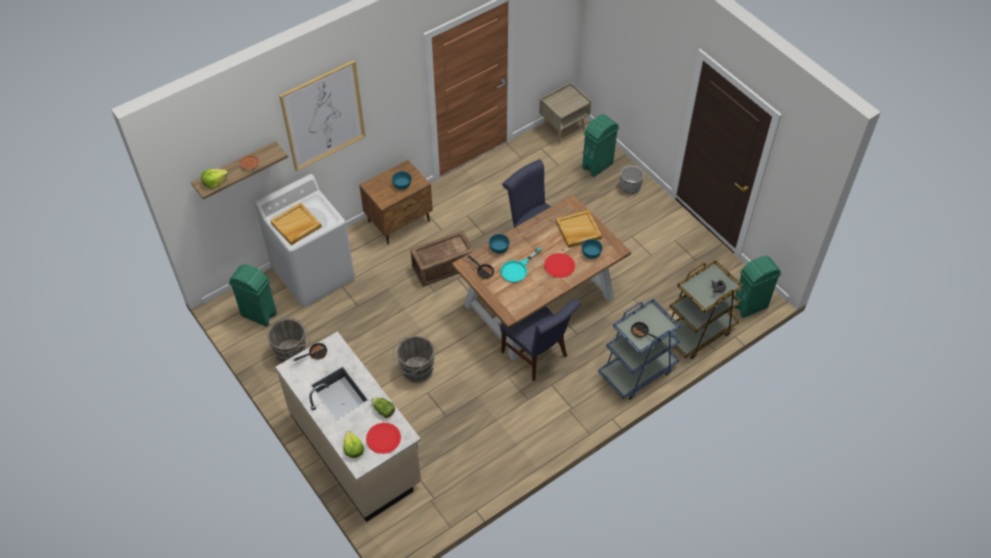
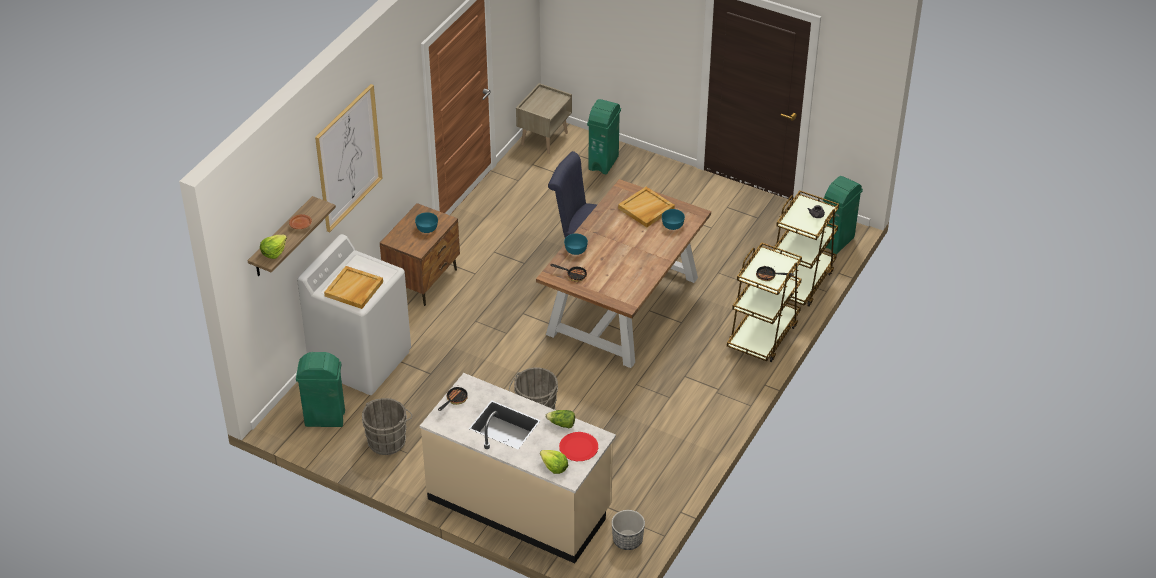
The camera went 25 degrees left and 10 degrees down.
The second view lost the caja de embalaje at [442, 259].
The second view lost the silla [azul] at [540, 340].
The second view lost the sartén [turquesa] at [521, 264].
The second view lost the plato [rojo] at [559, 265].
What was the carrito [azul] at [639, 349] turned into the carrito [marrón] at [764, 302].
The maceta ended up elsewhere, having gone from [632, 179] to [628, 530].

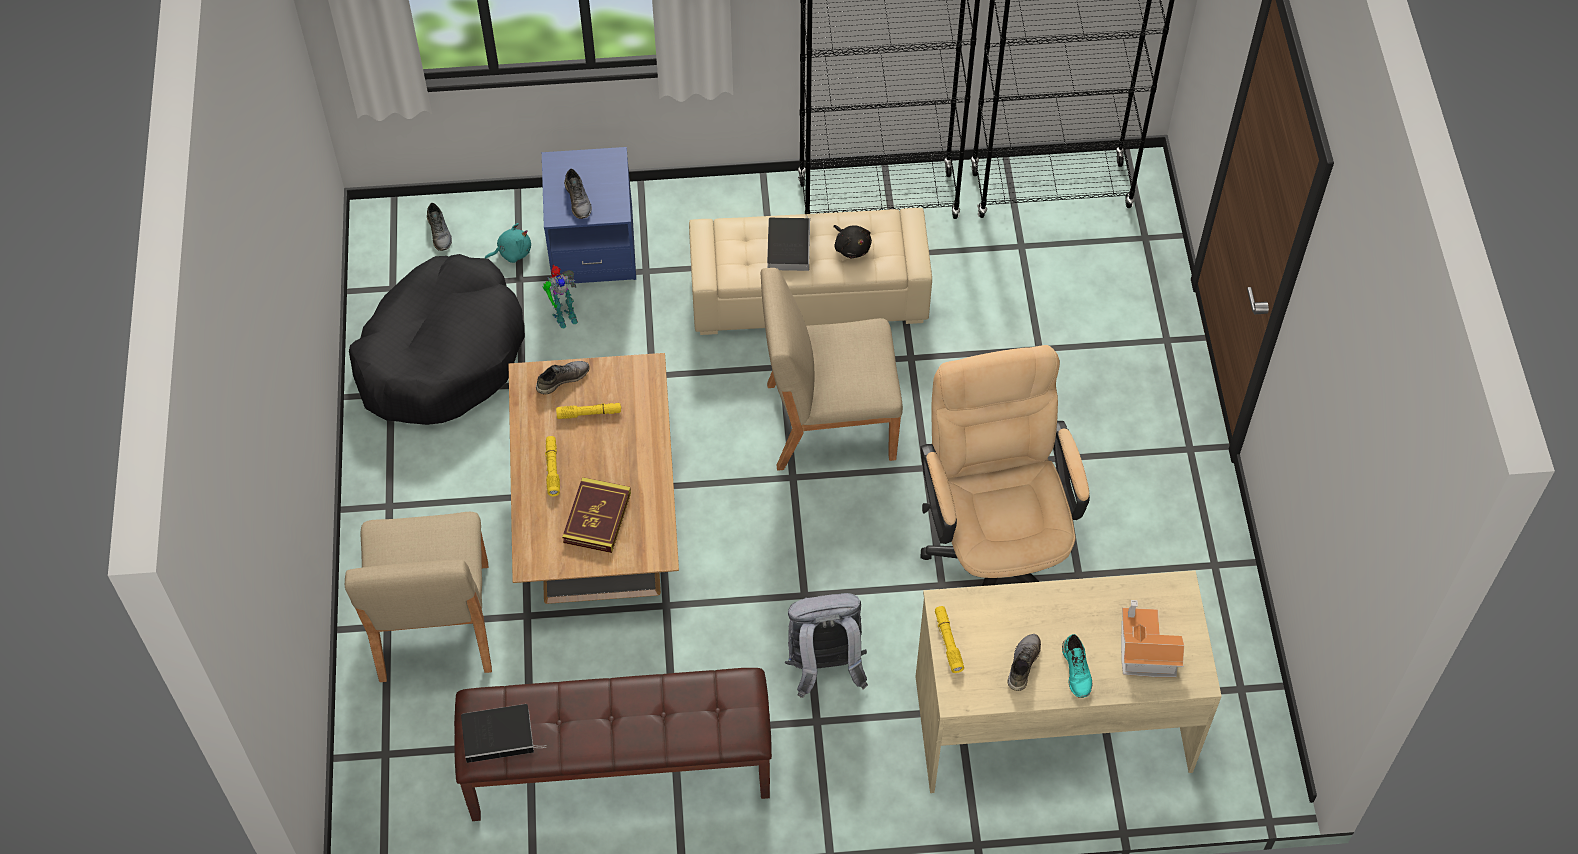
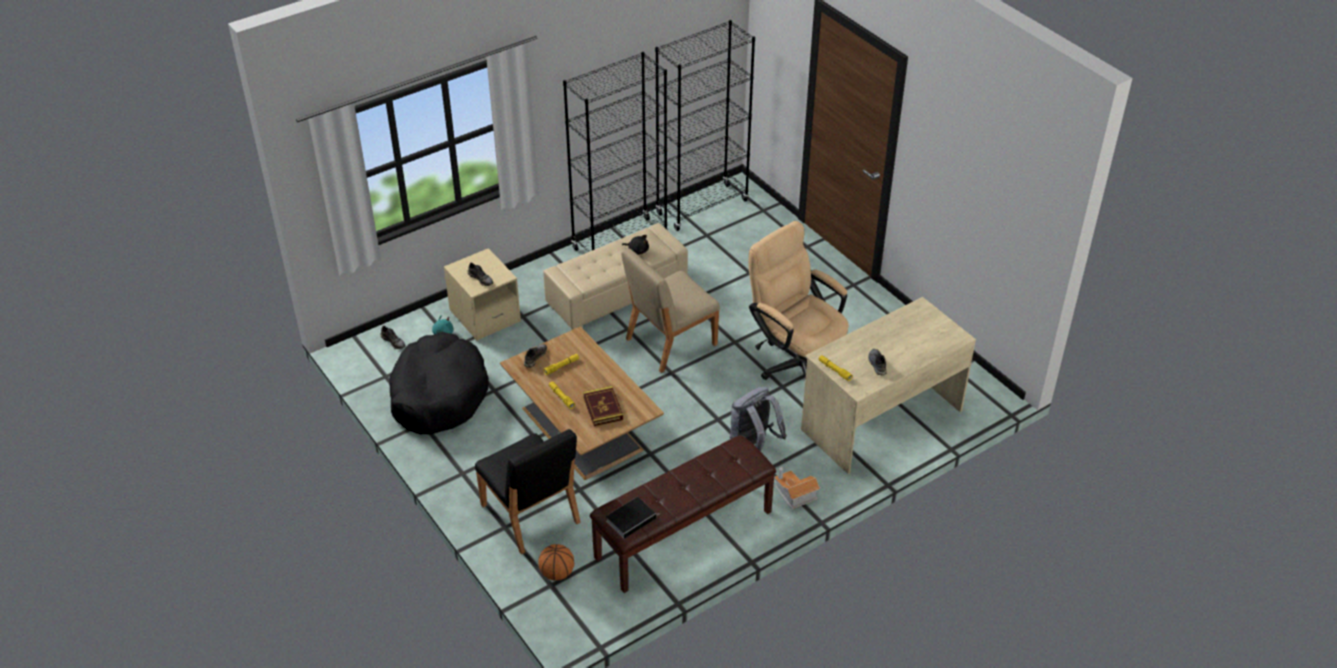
The camera went 30 degrees left and 15 degrees down.
What was the silla [beis] at [418, 597] turned into the silla [negro] at [528, 491].
What was the mesita de noche [azul] at [589, 215] turned into the mesita de noche [beis] at [482, 294].
The second view lost the robot de juguete at [560, 296].
The second view lost the libro at [788, 243].
The second view lost the zapato [turquesa] at [1077, 666].
The casita ended up elsewhere, having gone from [1152, 638] to [797, 488].
The second view gained the balón de baloncesto at [556, 562].

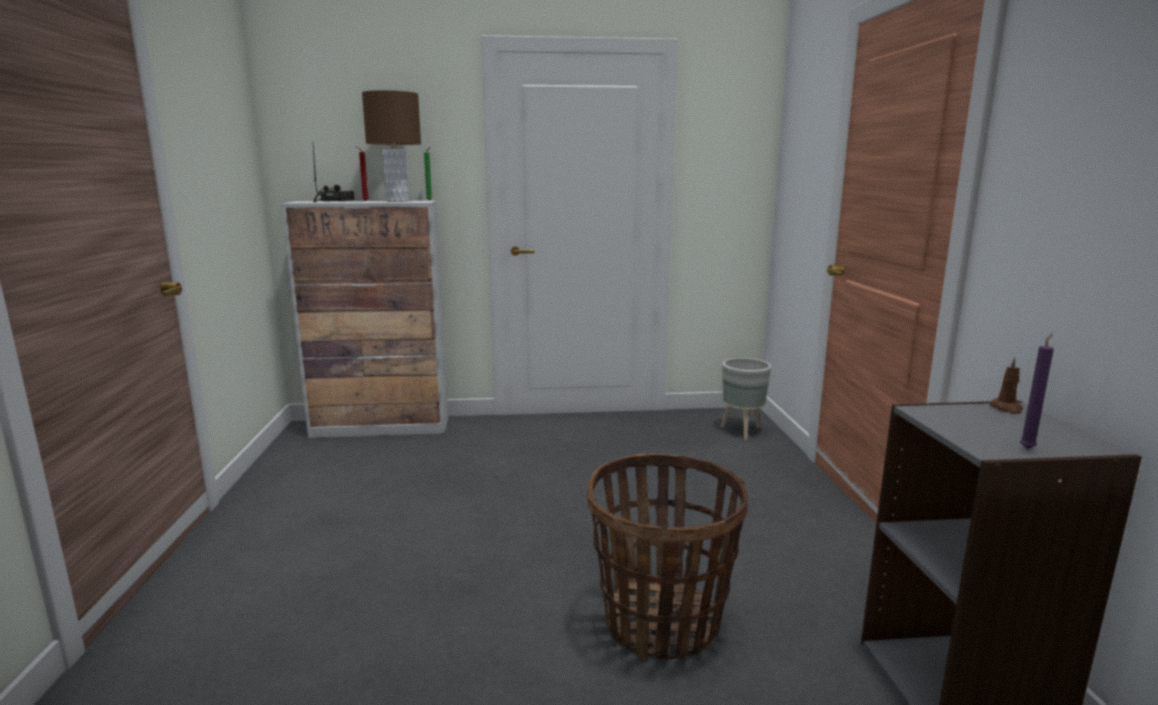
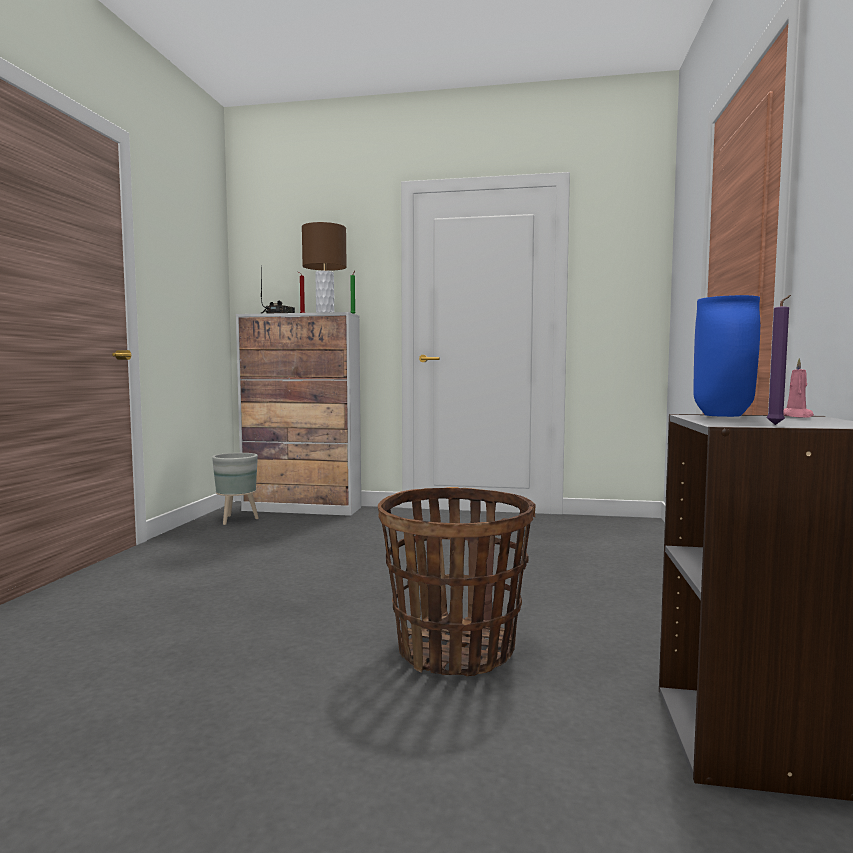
The camera went 15 degrees right and 10 degrees down.
The maceta [gris] ended up elsewhere, having gone from [746, 399] to [235, 489].
What was the vela [marrón] at [1006, 385] turned into the vela [rosa] at [798, 388].
The second view gained the florero [azul] at [726, 356].

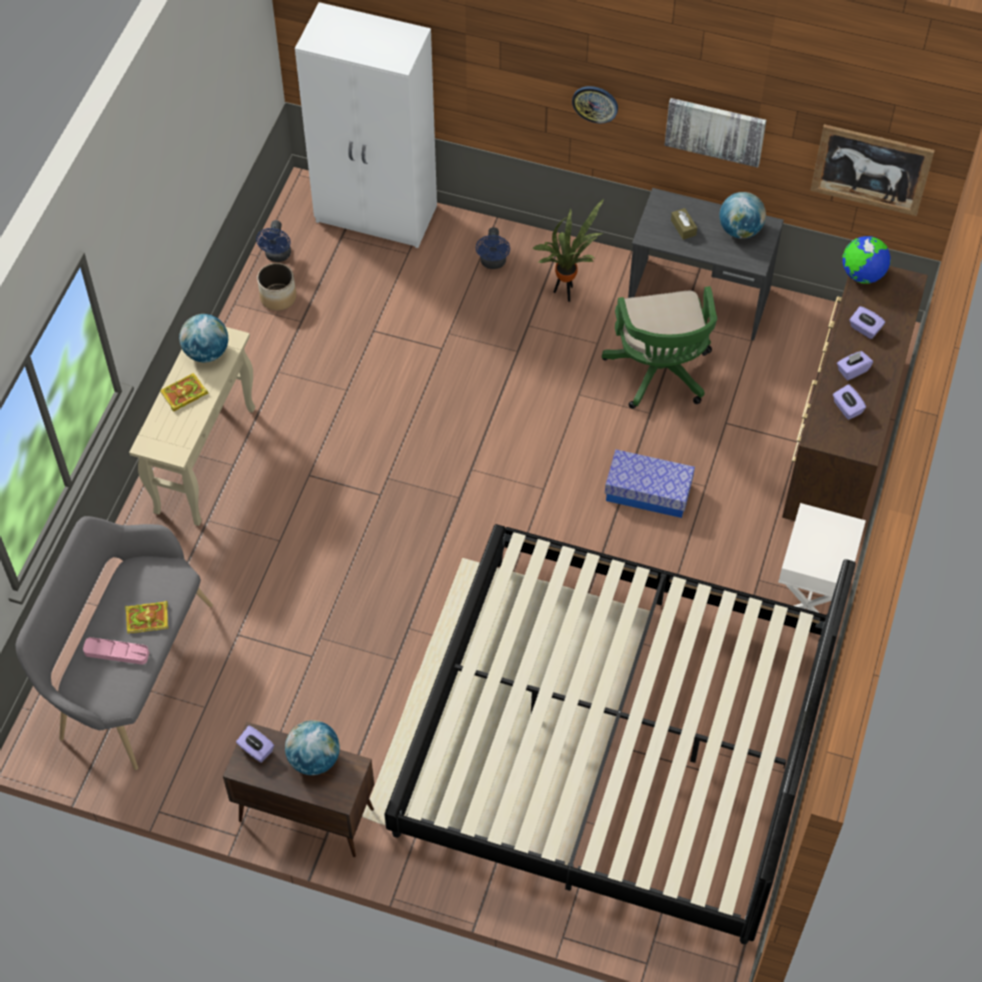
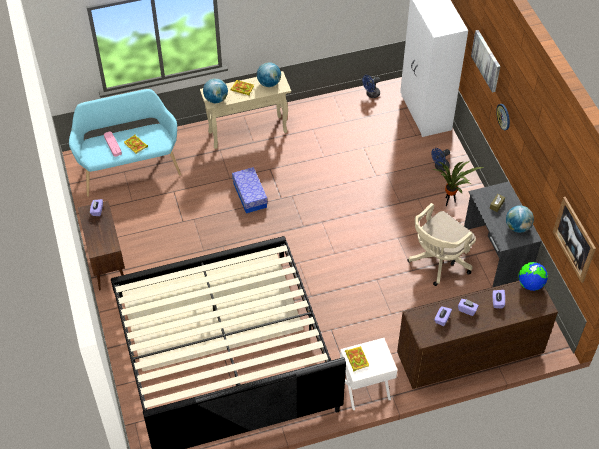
The camera went 55 degrees right and 5 degrees down.
What was the banco [gris] at [114, 643] turned into the banco [turquesa] at [125, 143].
The second view lost the maceta at [276, 287].
The globo terráqueo ended up elsewhere, having gone from [312, 747] to [215, 90].
What was the silla de oficina [verde] at [659, 347] turned into the silla de oficina [beis] at [441, 244].
The caja de almacenaje ended up elsewhere, having gone from [650, 484] to [250, 190].
The cuadro ended up elsewhere, having gone from [716, 133] to [485, 61].
The second view gained the libro at [357, 358].

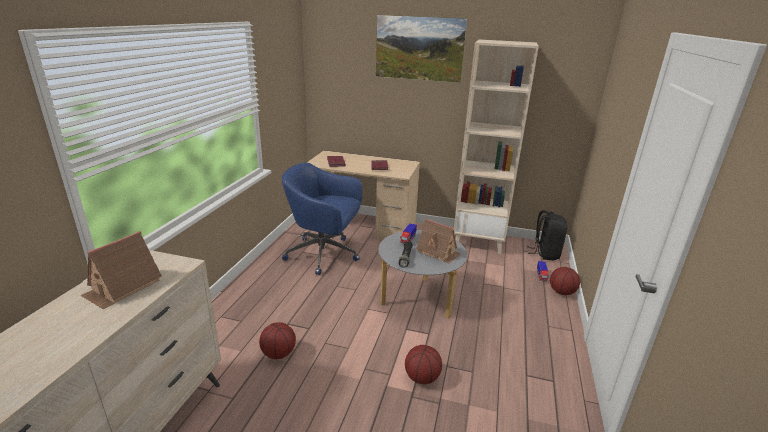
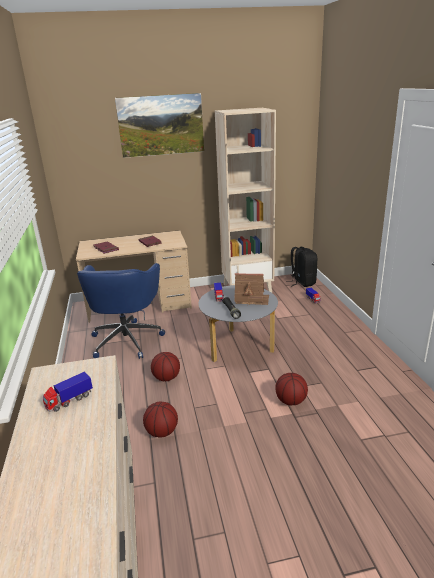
The camera went 25 degrees left and 0 degrees up.
Where the casita stood at [121, 270], the camión de juguete came to stand at [68, 392].
The silla de oficina [azul] at [322, 219] ended up facing another way, 75 degrees counterclockwise from before.
The balón de baloncesto ended up elsewhere, having gone from [565, 281] to [165, 366].

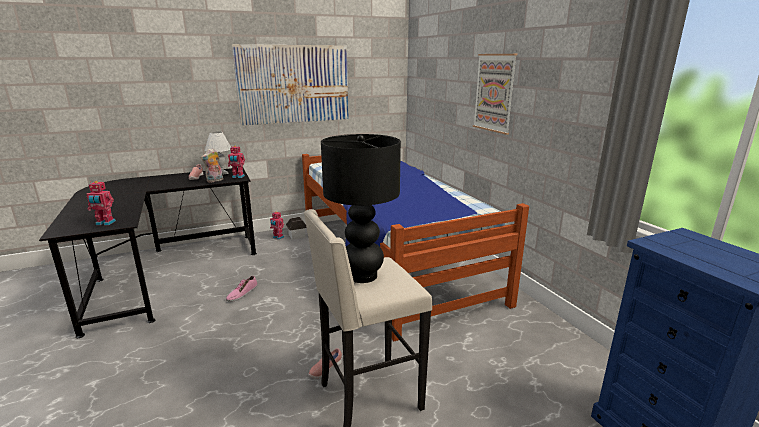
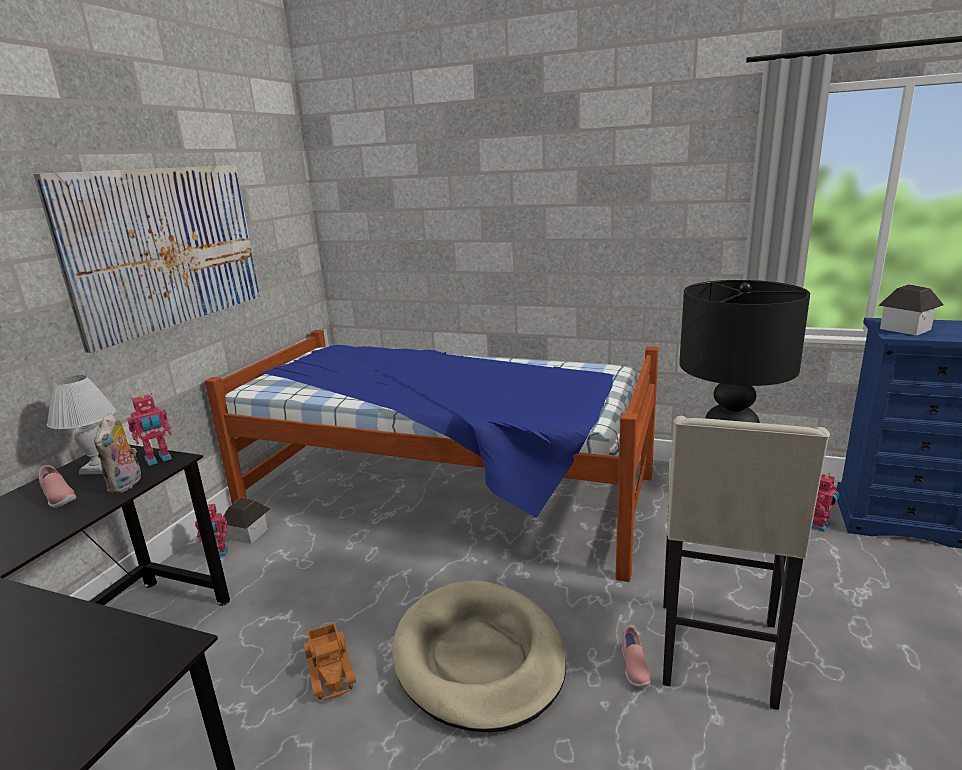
The camera went 45 degrees left and 0 degrees up.
The robot de juguete ended up elsewhere, having gone from [101, 203] to [826, 502].
Where the zapato stood at [241, 289], the camión de juguete came to stand at [330, 661].
The second view lost the cuadro at [495, 94].
The second view gained the cama para perro [beis] at [479, 656].
The second view gained the casita at [911, 309].

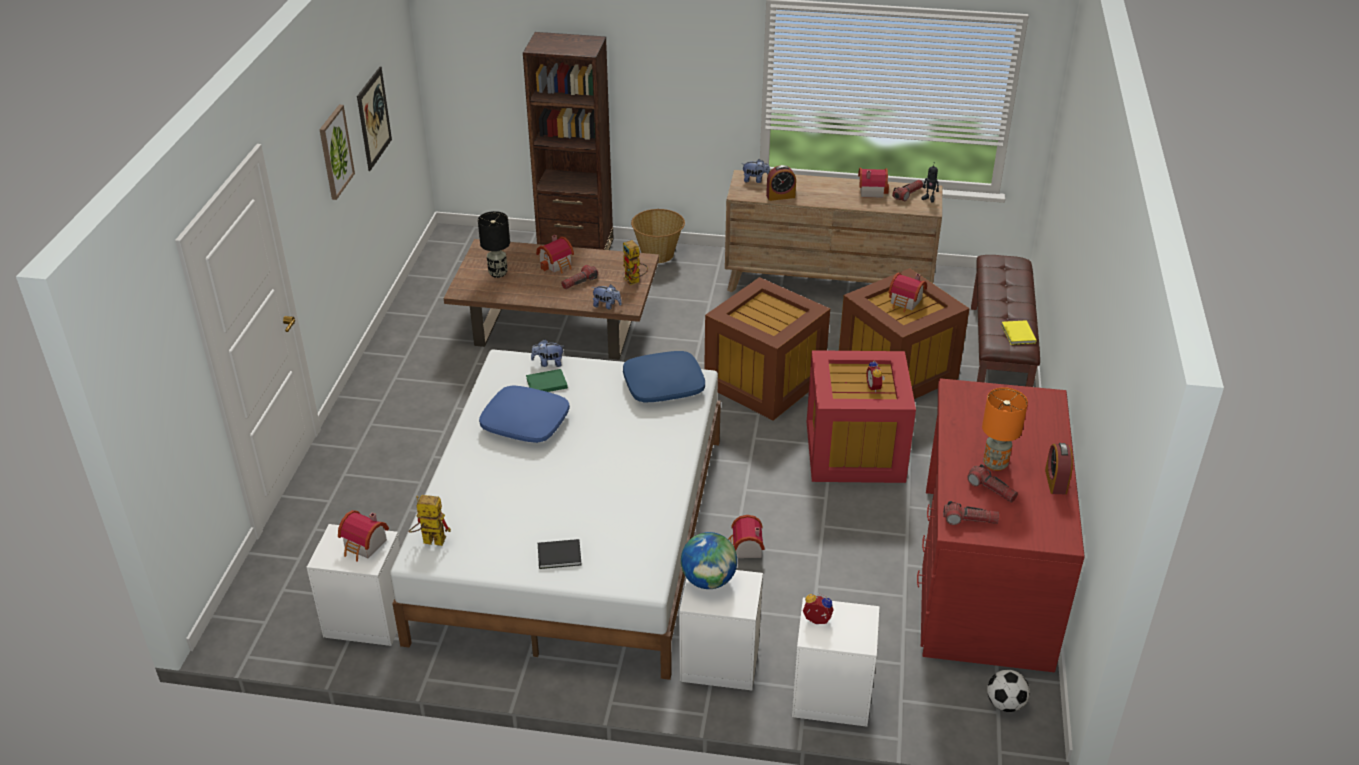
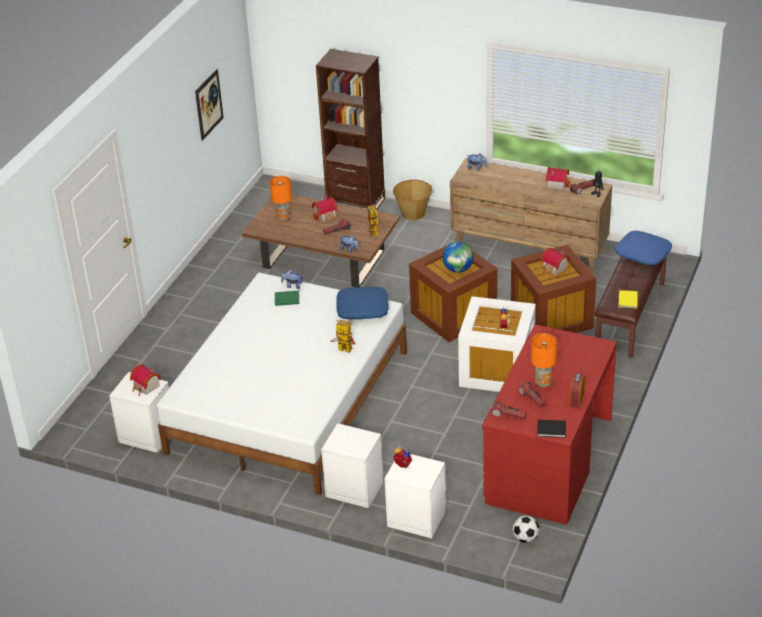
The camera went 15 degrees right and 0 degrees up.
The second view lost the cuadro at [337, 152].
The robot de juguete ended up elsewhere, having gone from [430, 520] to [343, 336].
What was the lámpara de mesa [negro] at [494, 244] turned into the lámpara de mesa [naranja] at [281, 199].
The cojín [azul] ended up elsewhere, having gone from [524, 414] to [643, 248].
The libro [negro] ended up elsewhere, having gone from [560, 554] to [551, 429].
The globo terráqueo ended up elsewhere, having gone from [709, 560] to [458, 257].
The second view lost the casita at [746, 536].
The second view lost the despertador at [781, 183].
What was the caja de almacenaje [rojo] at [861, 416] turned into the caja de almacenaje [blanco] at [497, 344].

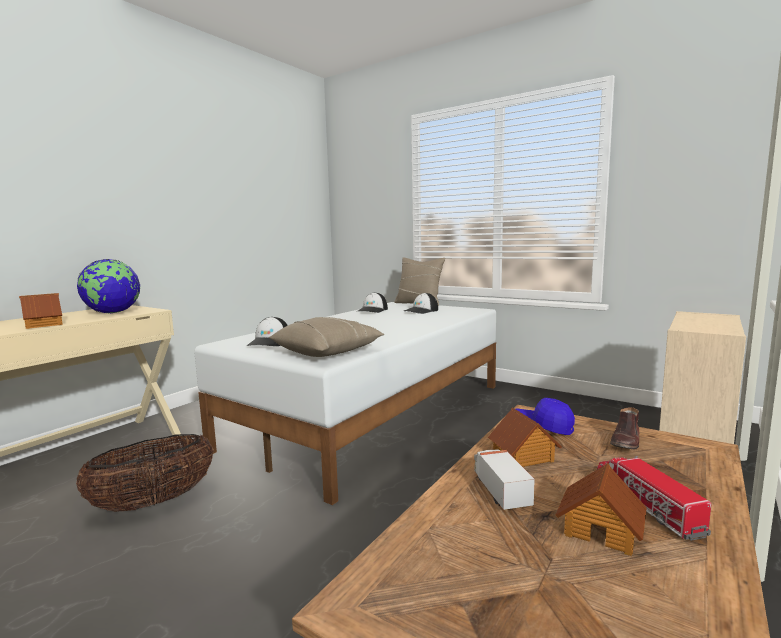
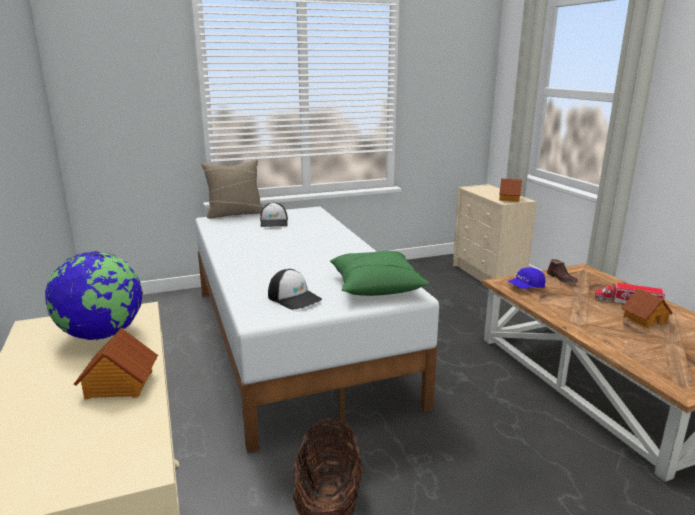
The camera went 55 degrees left and 10 degrees up.
What was the cojín [beis] at [326, 337] turned into the cojín [verde] at [380, 273].
The second view lost the gorra at [372, 302].
The second view lost the camión de juguete at [504, 480].
The casita ended up elsewhere, having gone from [525, 437] to [510, 190].

